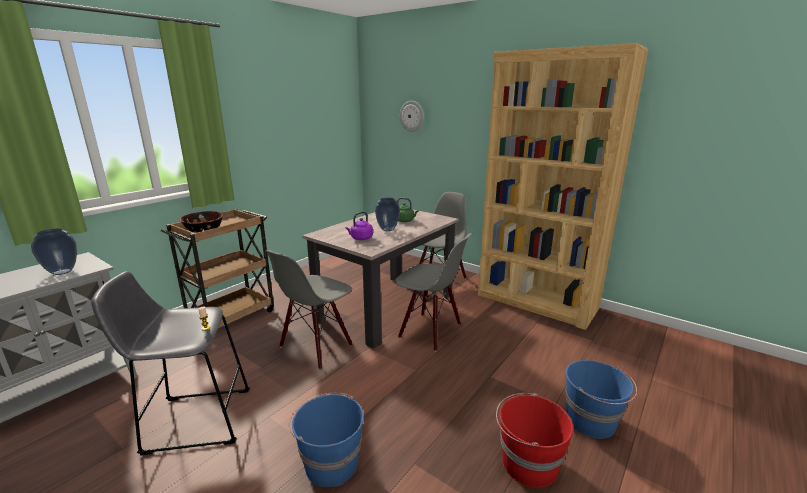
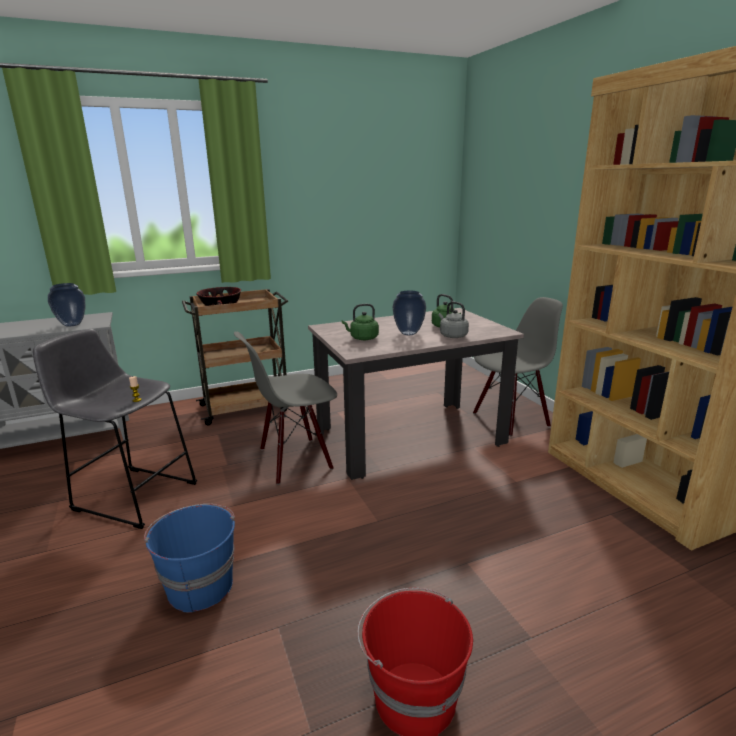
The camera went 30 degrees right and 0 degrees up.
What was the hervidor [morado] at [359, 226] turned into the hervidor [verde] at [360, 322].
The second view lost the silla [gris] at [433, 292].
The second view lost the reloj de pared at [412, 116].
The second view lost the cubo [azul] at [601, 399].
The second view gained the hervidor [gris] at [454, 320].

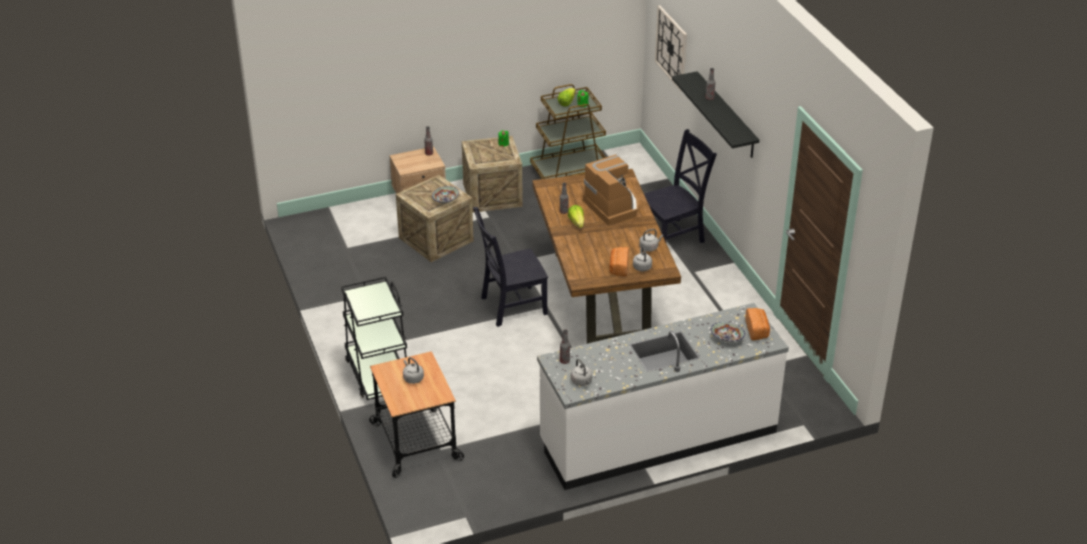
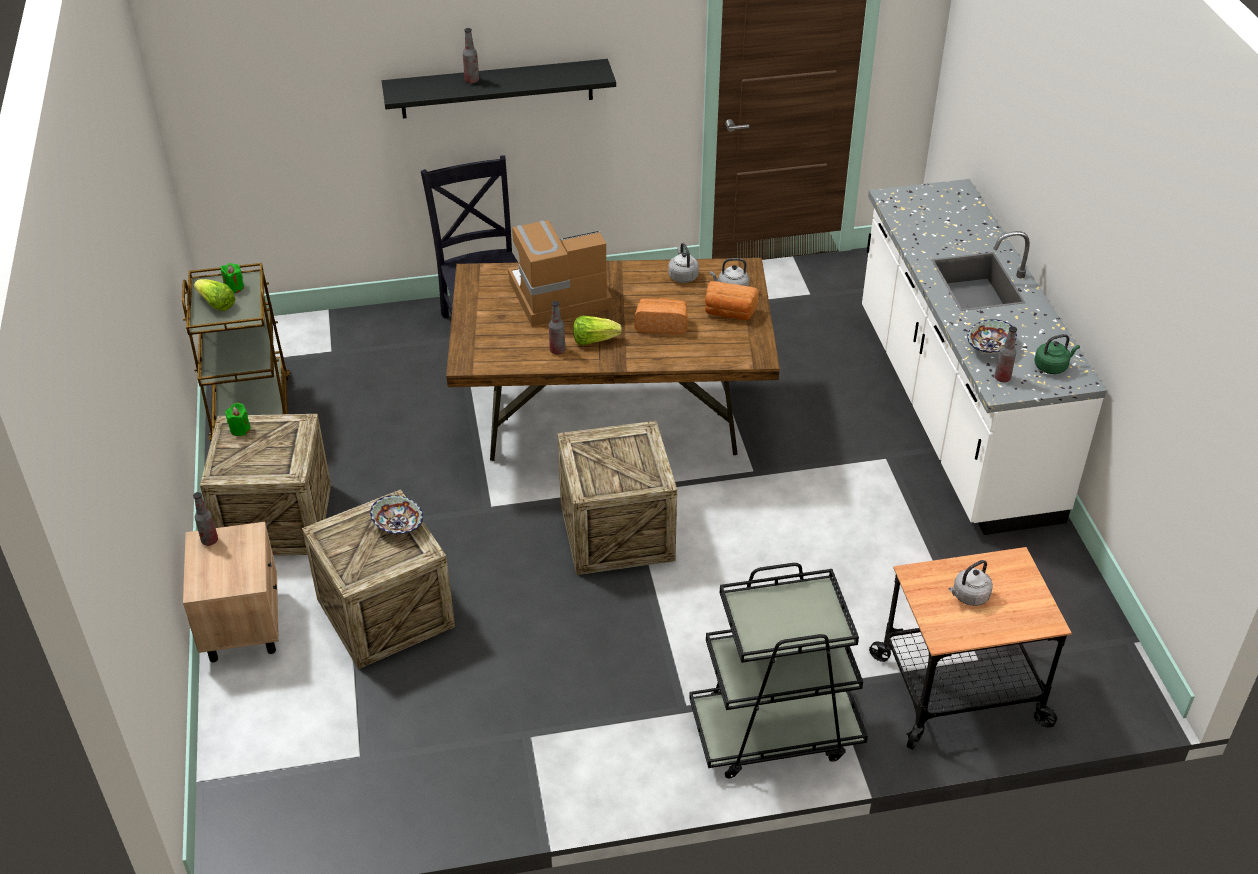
The camera went 80 degrees left and 5 degrees up.
Where the silla [negro] stood at [510, 267], the caja de embalaje came to stand at [617, 498].
What was the hervidor [gris] at [581, 372] turned into the hervidor [verde] at [1057, 354].
The second view lost the reloj de pared at [671, 48].
The cuenco ended up elsewhere, having gone from [728, 332] to [992, 336].
The pan ended up elsewhere, having gone from [757, 324] to [661, 316].

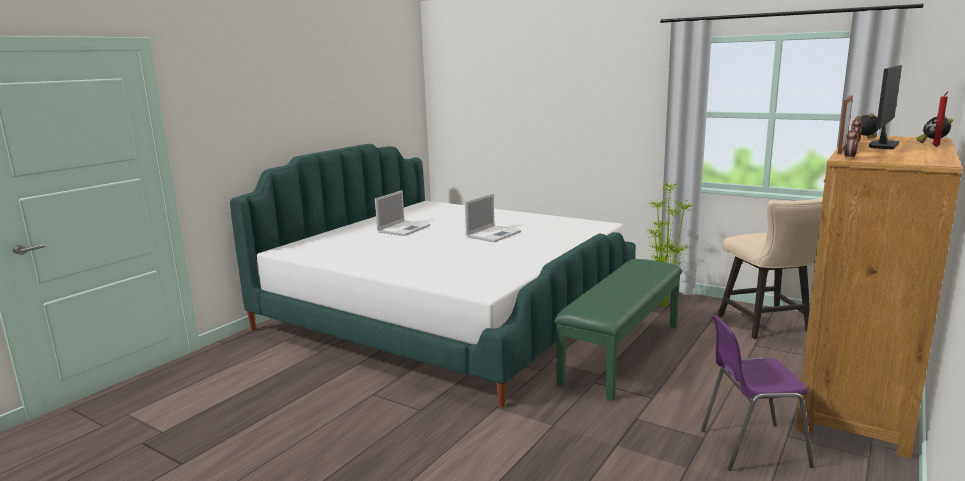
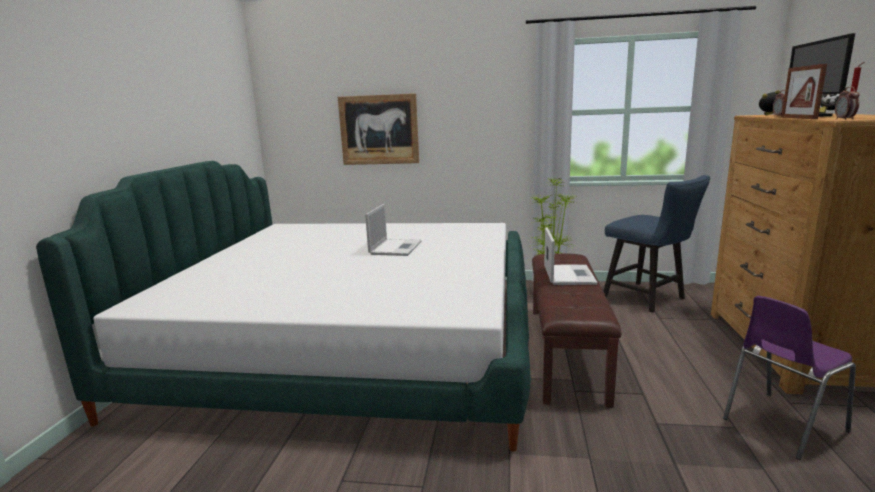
The camera went 25 degrees left and 0 degrees up.
The portátil ended up elsewhere, having gone from [402, 213] to [571, 256].
What was the banco [verde] at [618, 330] turned into the banco [marrón] at [576, 330].
What was the silla [beis] at [770, 268] turned into the silla [azul] at [656, 244].
The second view gained the cuadro at [378, 129].

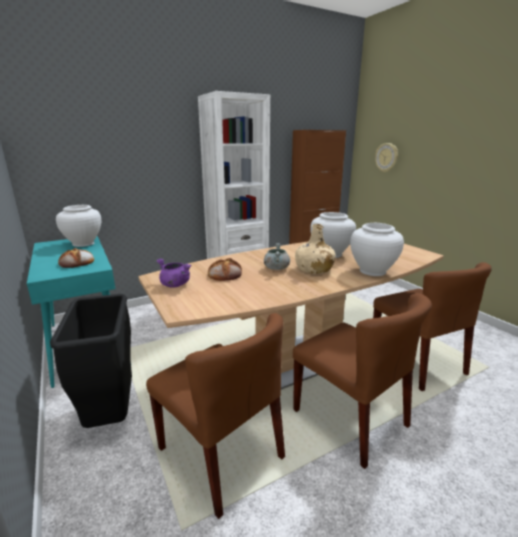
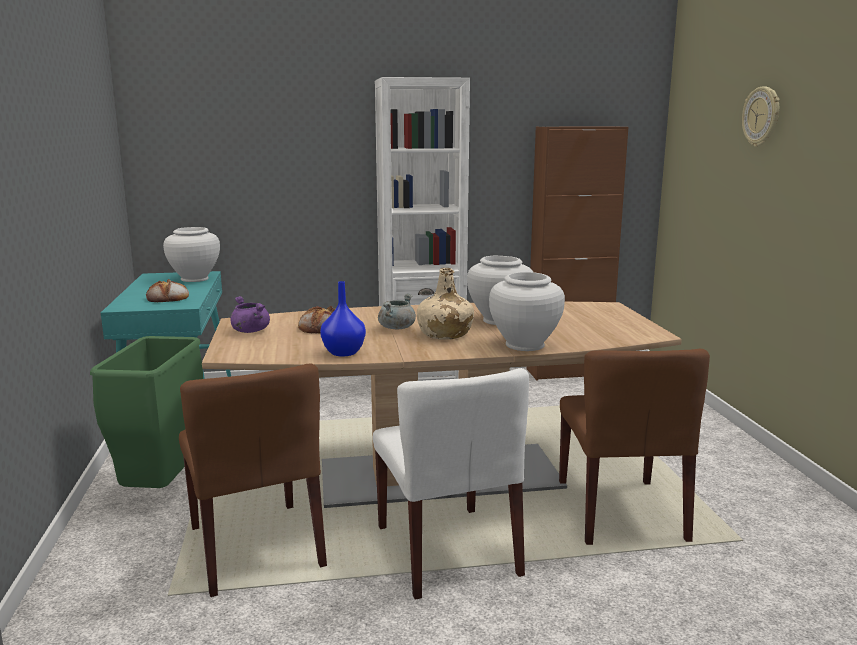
The camera went 20 degrees right and 5 degrees down.
What was the papelera [negro] at [91, 361] turned into the papelera [verde] at [146, 412].
What was the silla [marrón] at [362, 381] turned into the silla [blanco] at [451, 484].
The reloj de pared ended up elsewhere, having gone from [386, 157] to [761, 117].
The second view gained the florero [azul] at [343, 319].

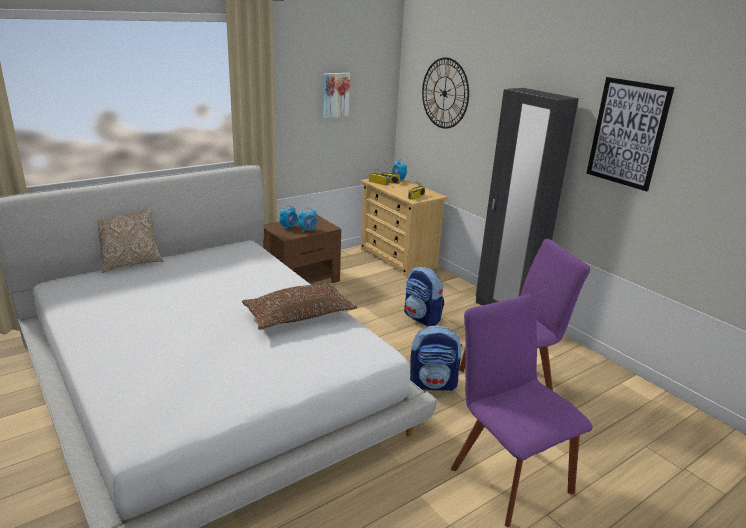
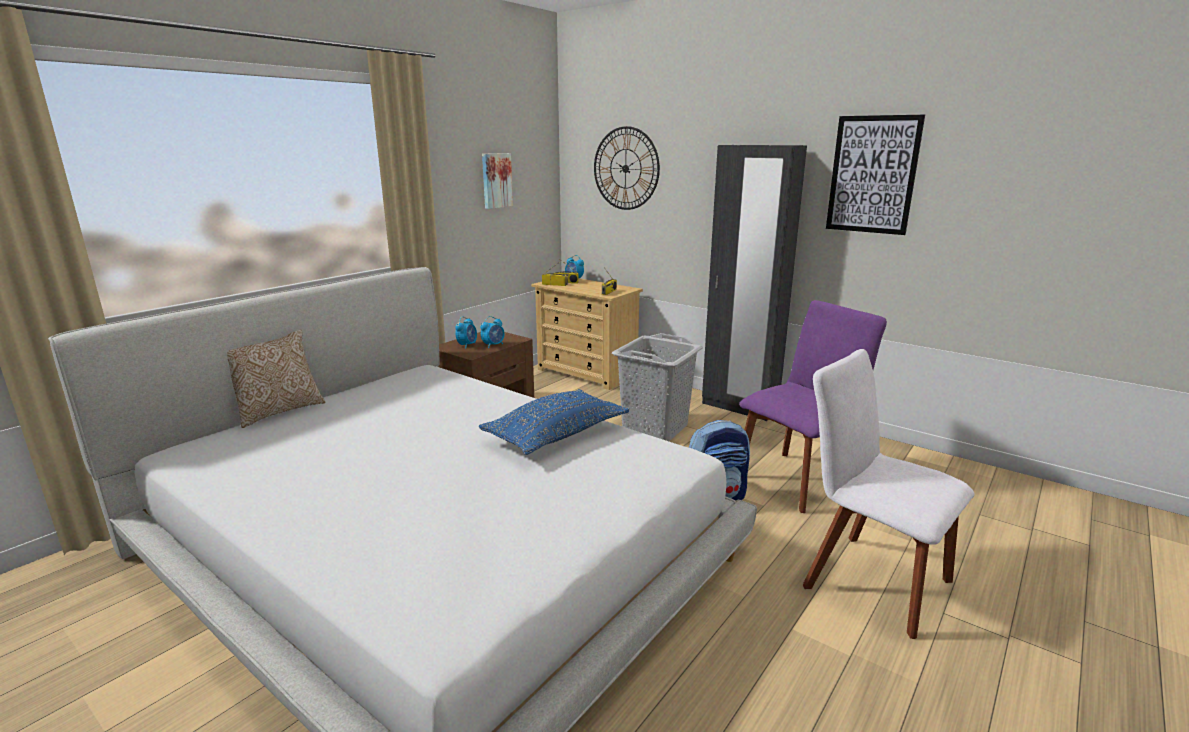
The camera went 15 degrees left and 5 degrees down.
What was the cojín [marrón] at [299, 306] turned into the cojín [azul] at [554, 422].
Where the mochila stood at [424, 296], the cesto de la ropa [gris] came to stand at [657, 387].
What was the silla [morado] at [522, 410] turned into the silla [blanco] at [889, 494].

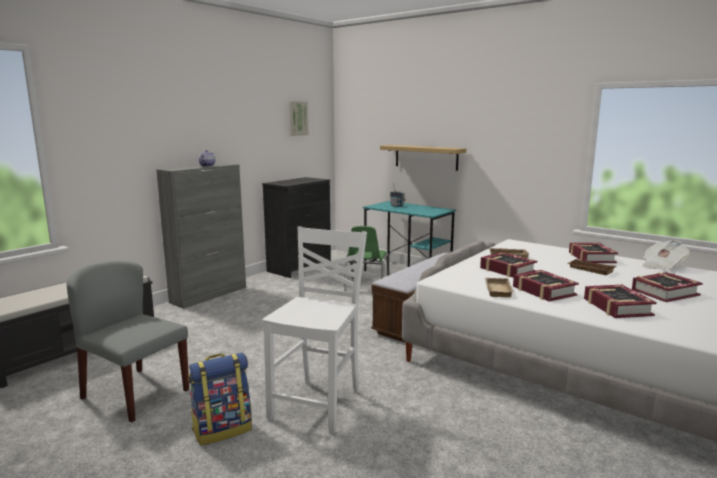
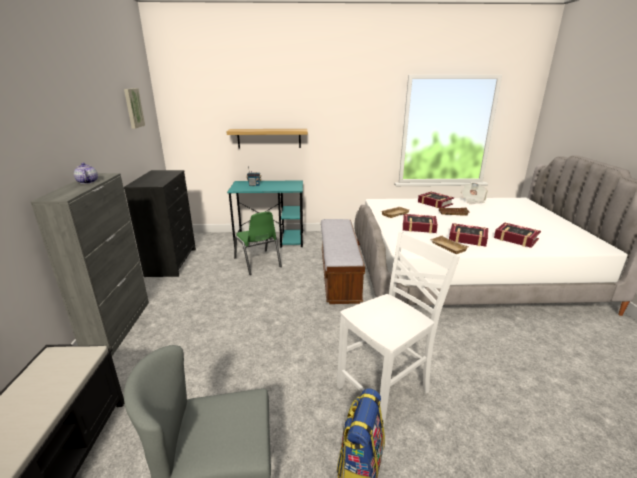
The camera went 40 degrees left and 10 degrees up.
The silla [blanco] at [315, 330] ended up facing another way, 75 degrees clockwise from before.
The second view lost the libro at [667, 287].

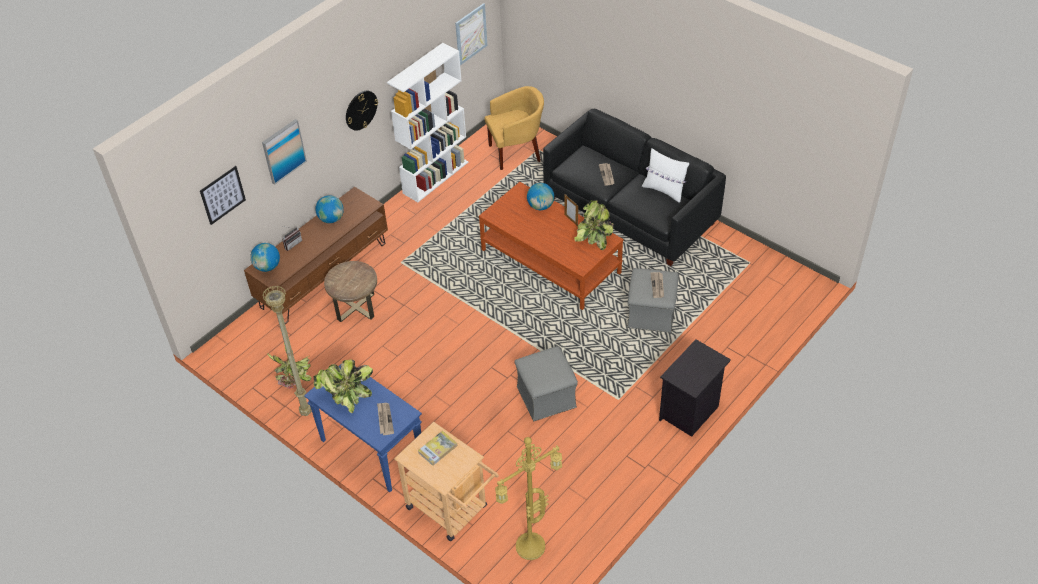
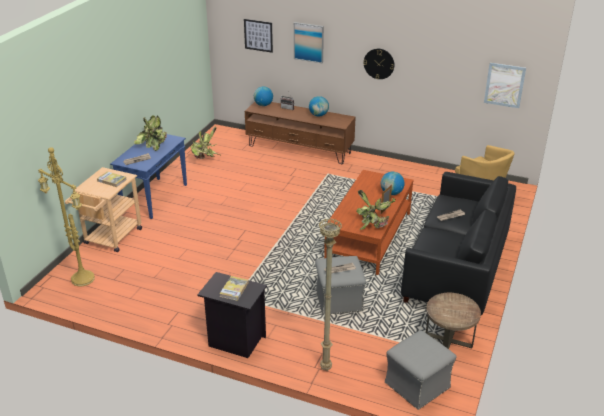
The camera went 70 degrees right and 15 degrees down.
The lámpara de pie [beis] ended up elsewhere, having gone from [286, 350] to [330, 294].
The mesa auxiliar [marrón] ended up elsewhere, having gone from [350, 291] to [453, 321].
The second view lost the estantería [blanco] at [427, 122].
The puf [gris] ended up elsewhere, having gone from [546, 383] to [421, 370].
The second view lost the cojín [blanco] at [665, 175].
The second view gained the libro at [234, 288].

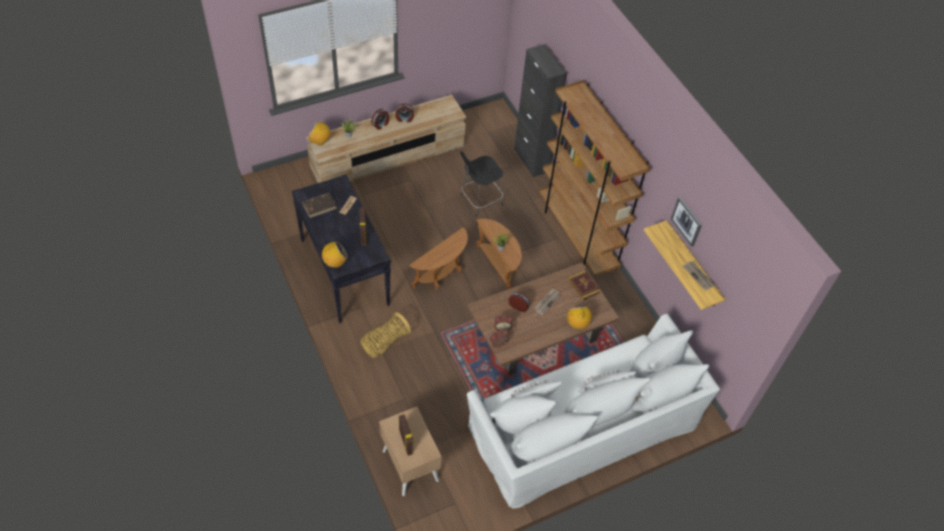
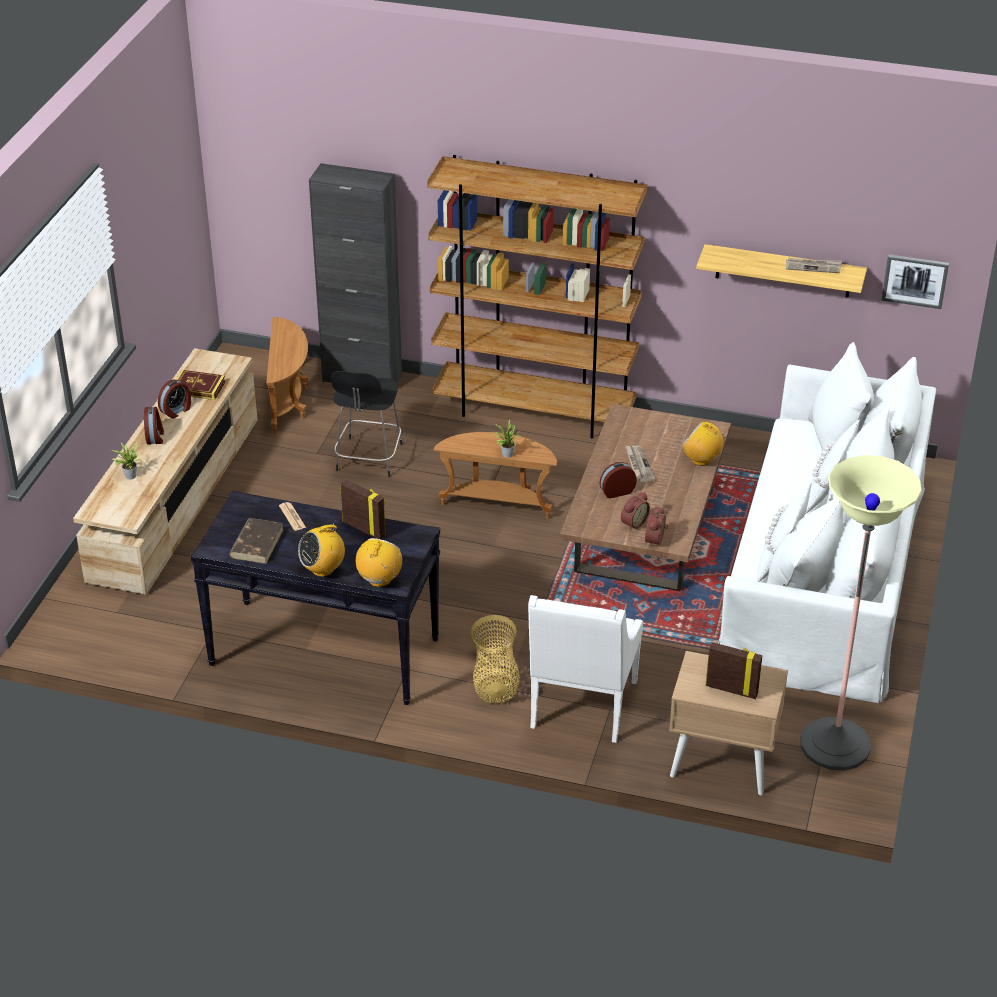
The camera went 45 degrees left and 15 degrees down.
The radio ended up elsewhere, having gone from [320, 134] to [321, 549].
The mesa auxiliar [marrón] ended up elsewhere, having gone from [438, 259] to [287, 375].
The libro ended up elsewhere, having gone from [584, 285] to [200, 385].
The cuadro ended up elsewhere, having gone from [686, 222] to [915, 281].
The second view gained the sillón [blanco] at [585, 669].
The second view gained the lámpara de pie at [861, 613].

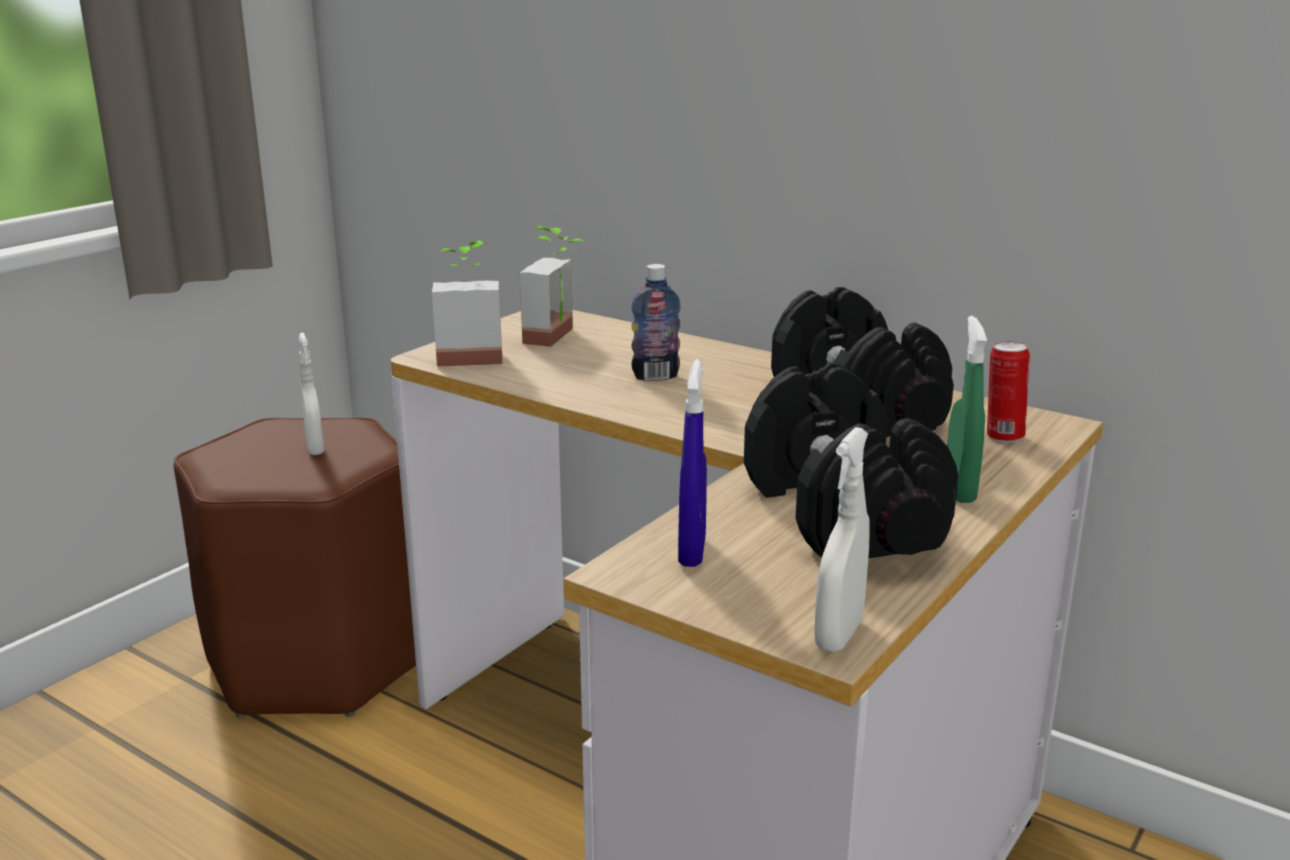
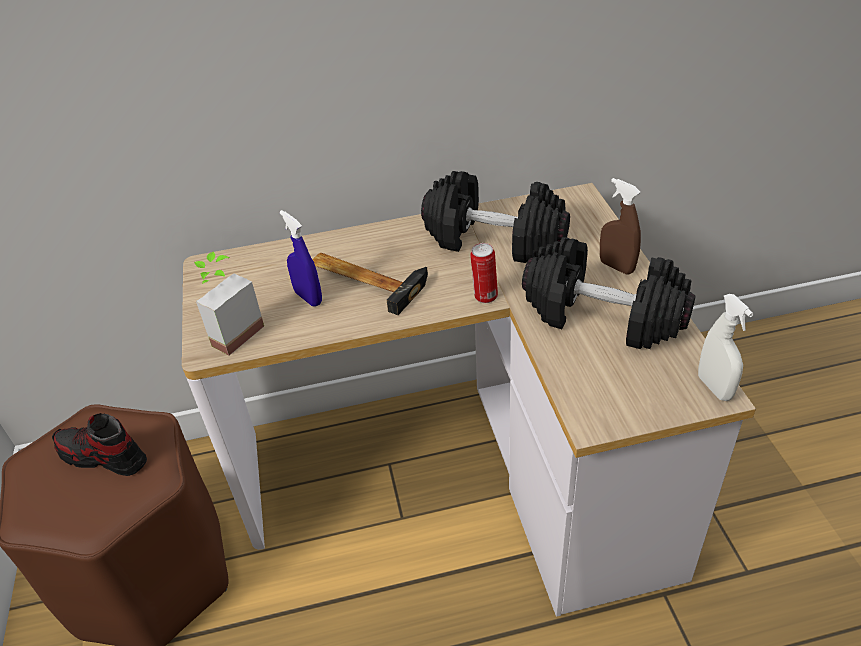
The camera went 45 degrees left and 20 degrees up.
Where the pulverizador [blanco] stood at [311, 394], the zapato came to stand at [99, 444].
The second view lost the planta en maceta at [552, 286].
Where the botella stood at [656, 322], the martillo came to stand at [370, 284].
The pulverizador [azul] ended up elsewhere, having gone from [692, 463] to [301, 258].
What was the pulverizador [verde] at [967, 409] turned into the pulverizador [marrón] at [620, 226].
The lata ended up elsewhere, having gone from [1008, 391] to [484, 273].

